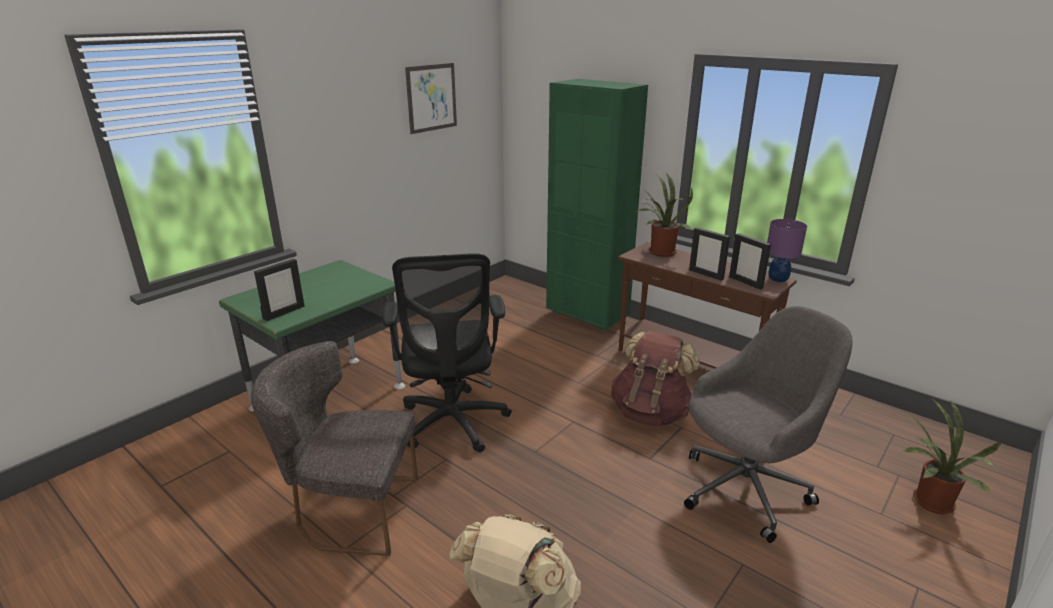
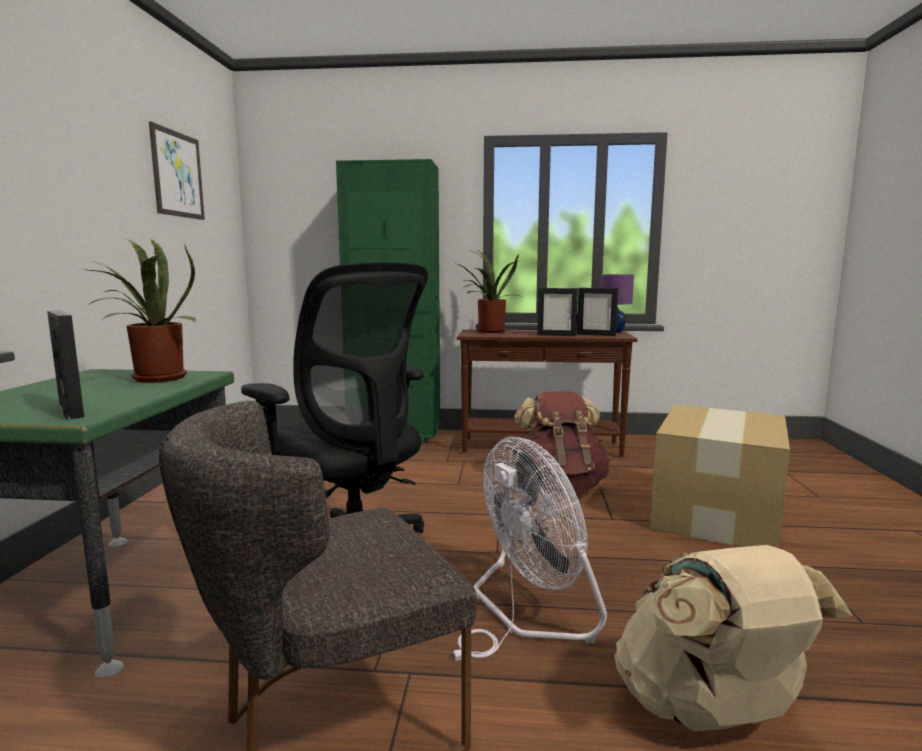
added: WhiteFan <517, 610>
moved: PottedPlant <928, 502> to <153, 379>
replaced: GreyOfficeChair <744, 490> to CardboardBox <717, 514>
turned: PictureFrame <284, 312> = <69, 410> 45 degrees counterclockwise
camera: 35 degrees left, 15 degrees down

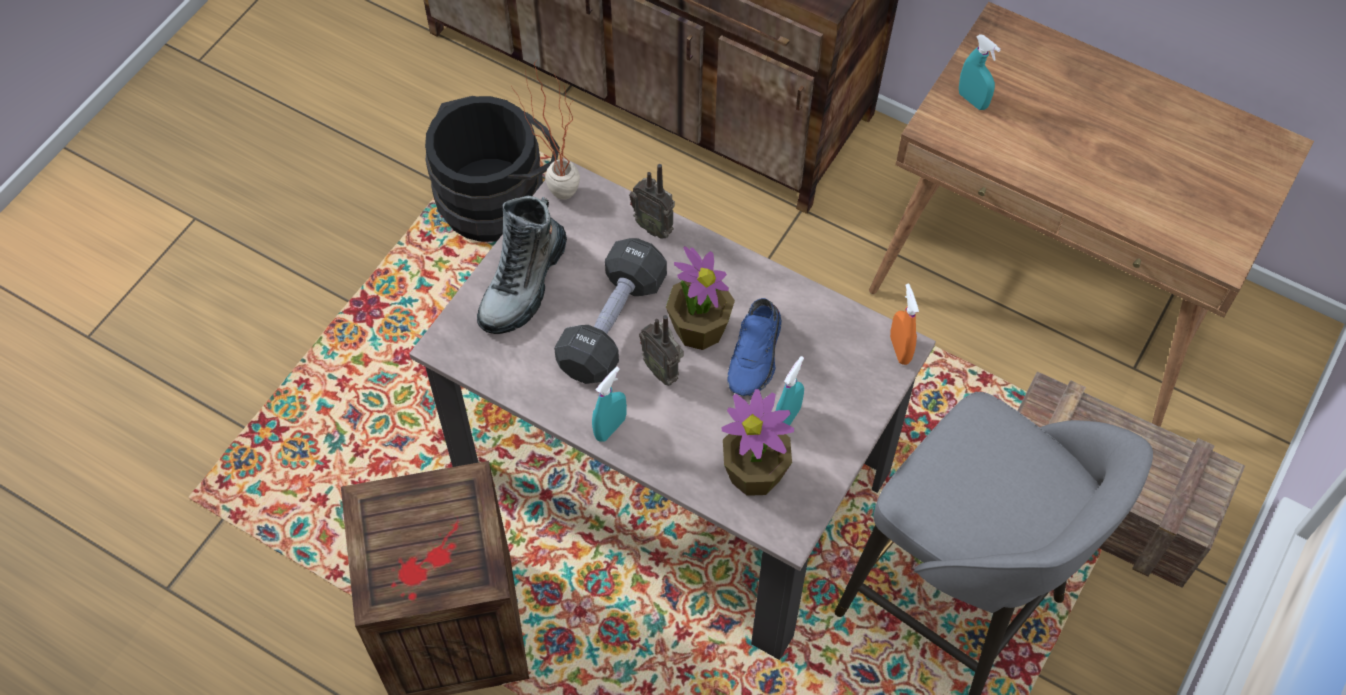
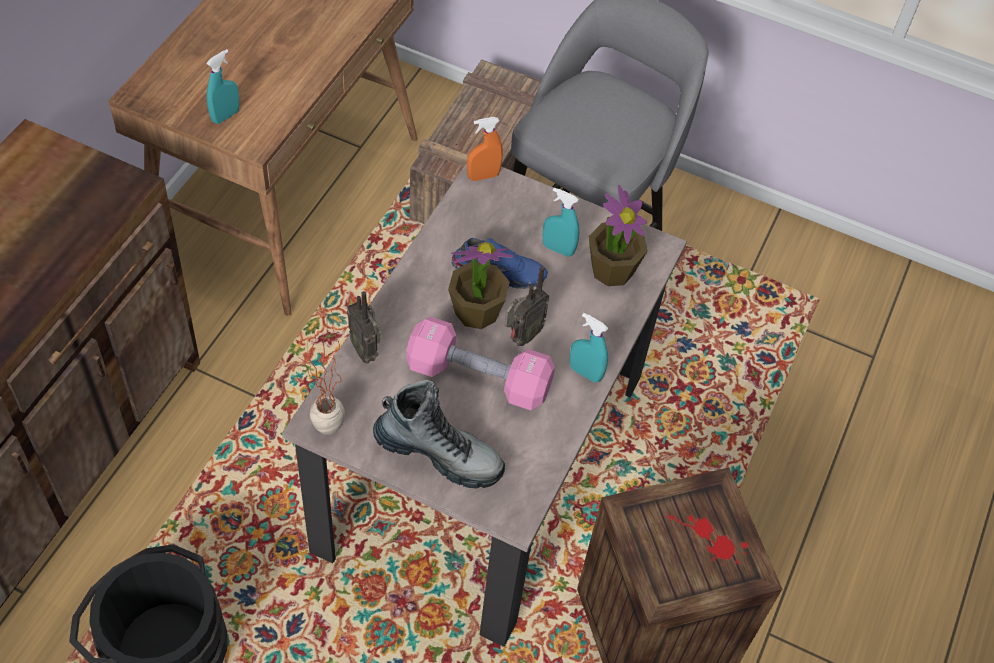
recoloured: BlackDumbbell <612, 325> to PinkDumbbell <478, 377>
turned: Radio <654, 226> = <366, 350> 120 degrees clockwise
camera: 100 degrees left, 5 degrees down

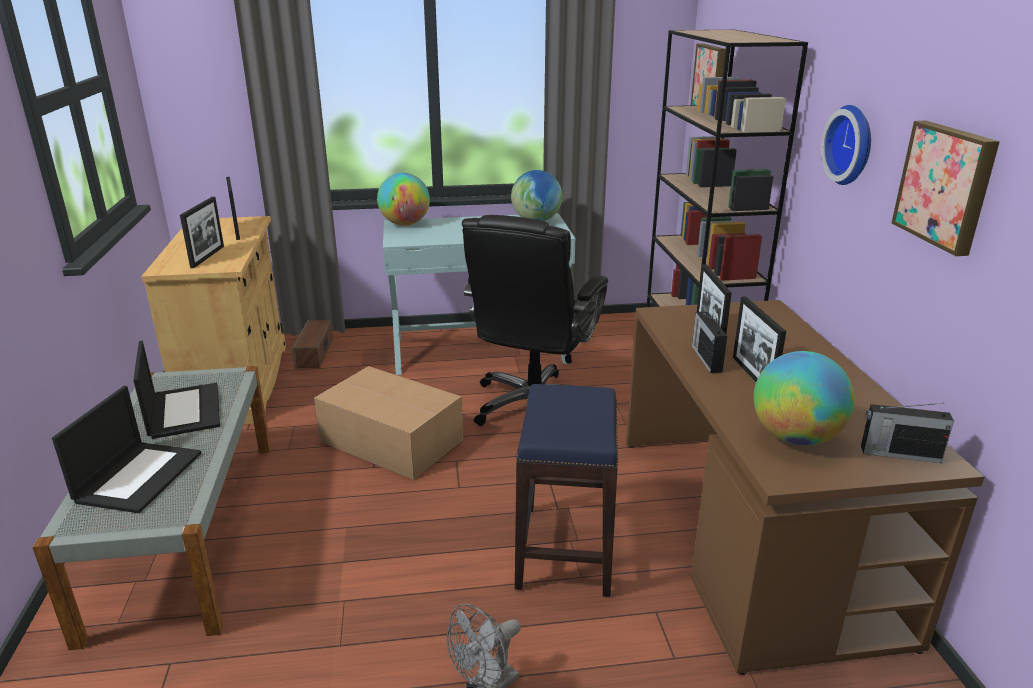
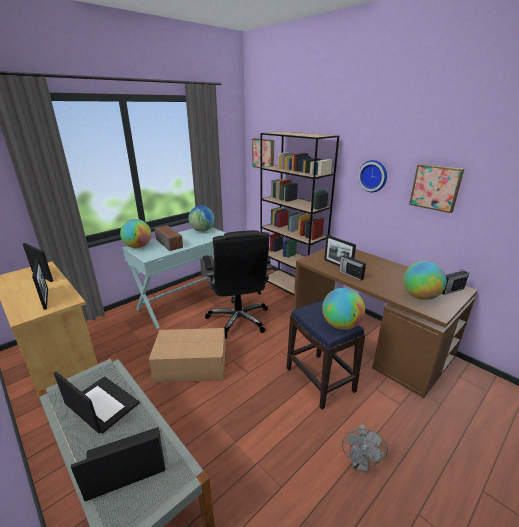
removed: PictureFrame <752, 376>
added: Globe <341, 325>
moved: Speaker <315, 353> to <169, 243>
turned: Laptop <139, 476> = <124, 463> 90 degrees counterclockwise
camera: 35 degrees left, 0 degrees up

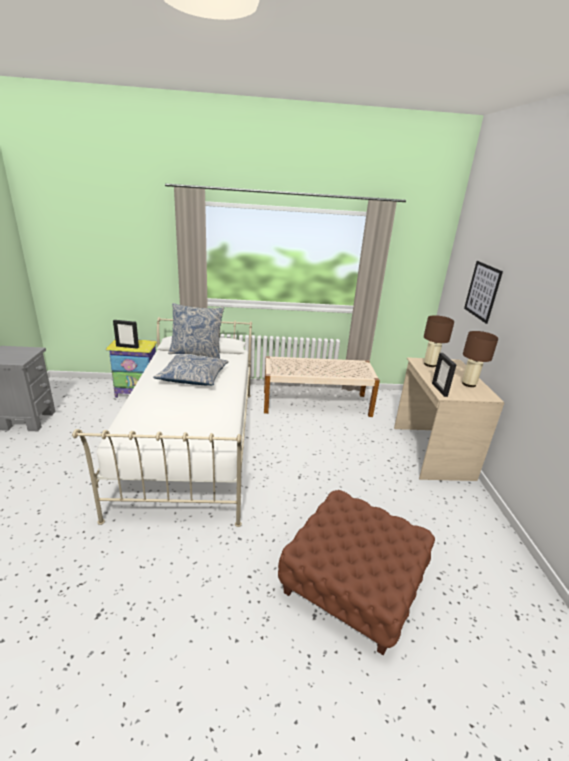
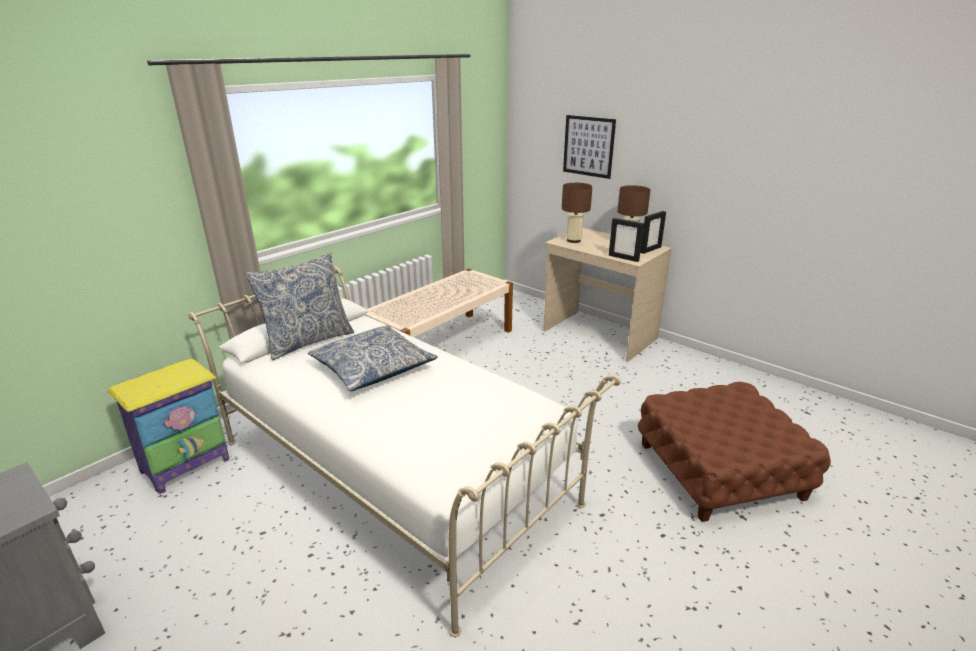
moved: PictureFrame <127, 346> to <650, 249>
camera: 45 degrees left, 0 degrees up

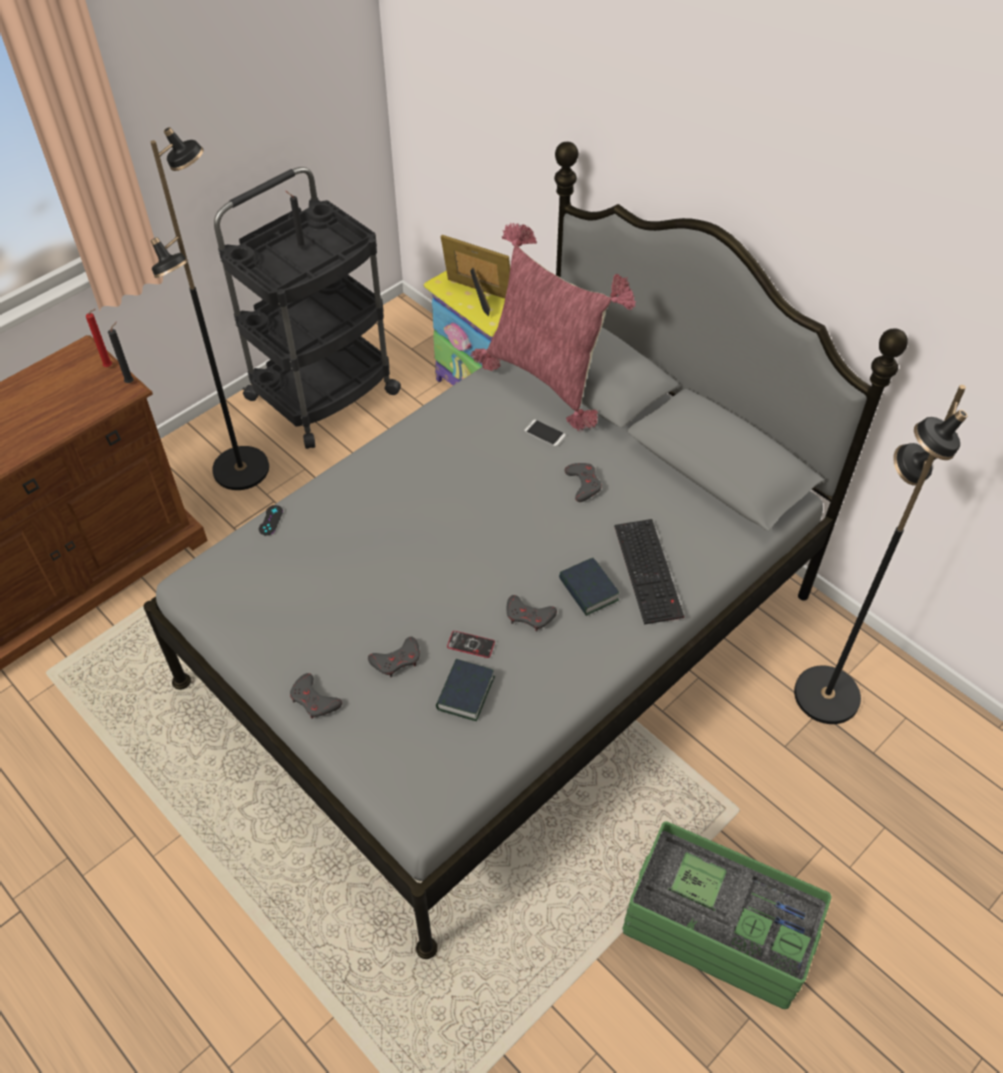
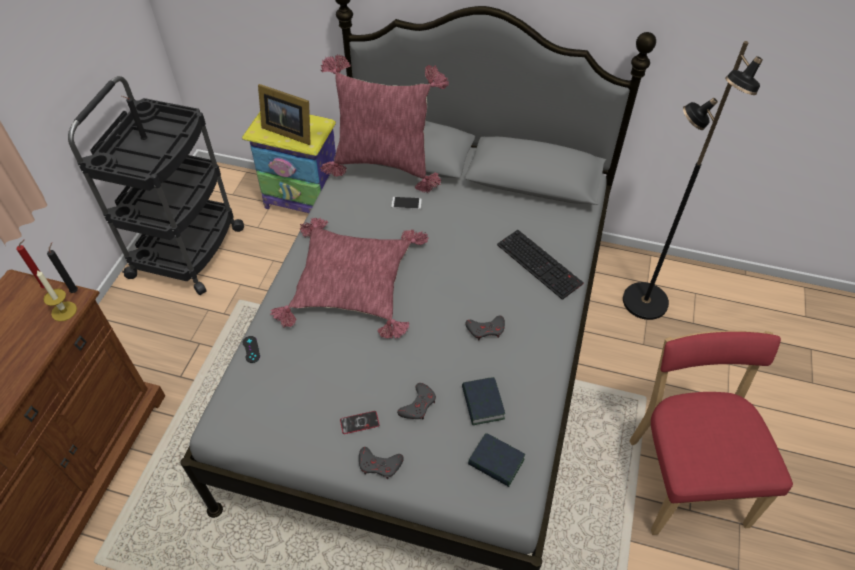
removed: BlackFloorLamp <242, 469>; GreyGameController <583, 484>
added: Candle <64, 311>; RedPillow <352, 280>
moved: Phone <471, 645> to <359, 423>; Book <588, 590> to <496, 462>
replaced: GreenStorageBox <719, 925> to RedChair <684, 476>
turned: PictureFrame <478, 295> = <288, 131> 150 degrees counterclockwise
camera: 30 degrees left, 0 degrees up

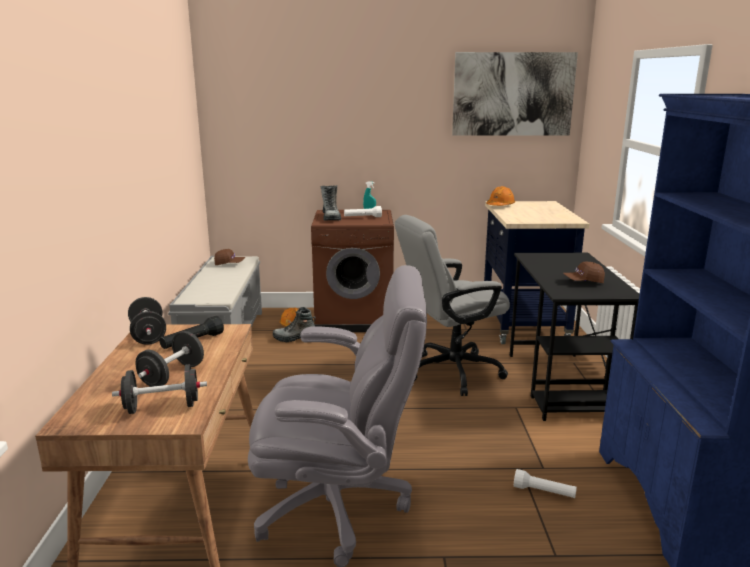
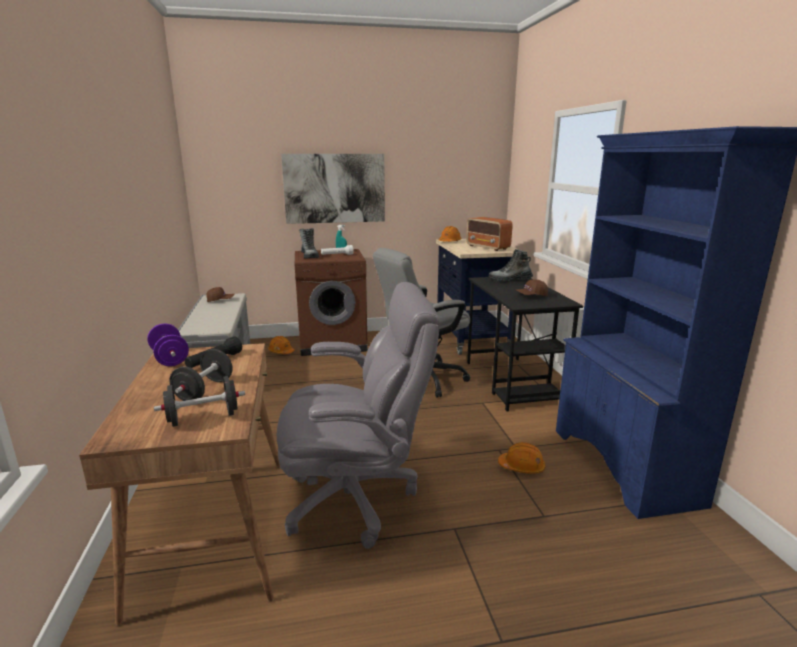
added: Radio <488, 247>
moved: Boot <295, 339> to <510, 280>; Picture <513, 94> to <334, 188>
replaced: WhiteFlashlight <544, 492> to OrangeHardHat <522, 467>
recoloured: BlackDumbbell <148, 335> to PurpleDumbbell <170, 358>
camera: 10 degrees left, 0 degrees up

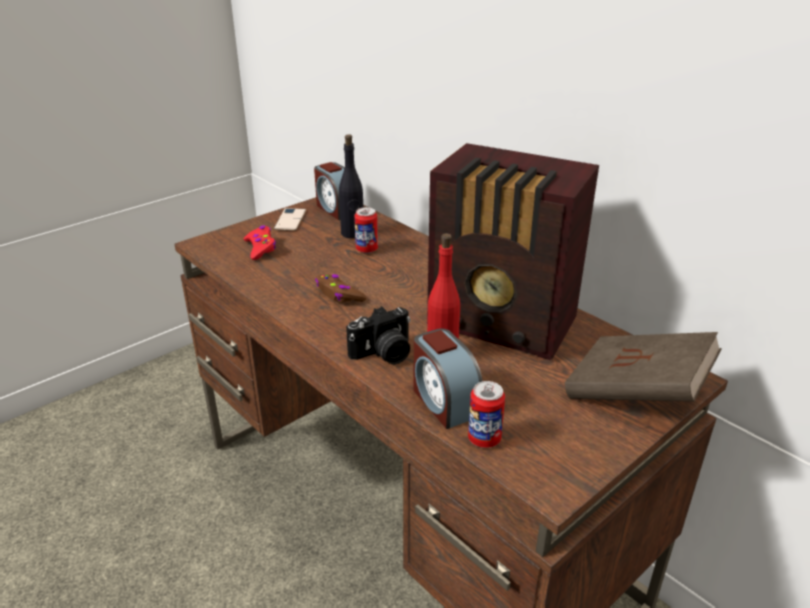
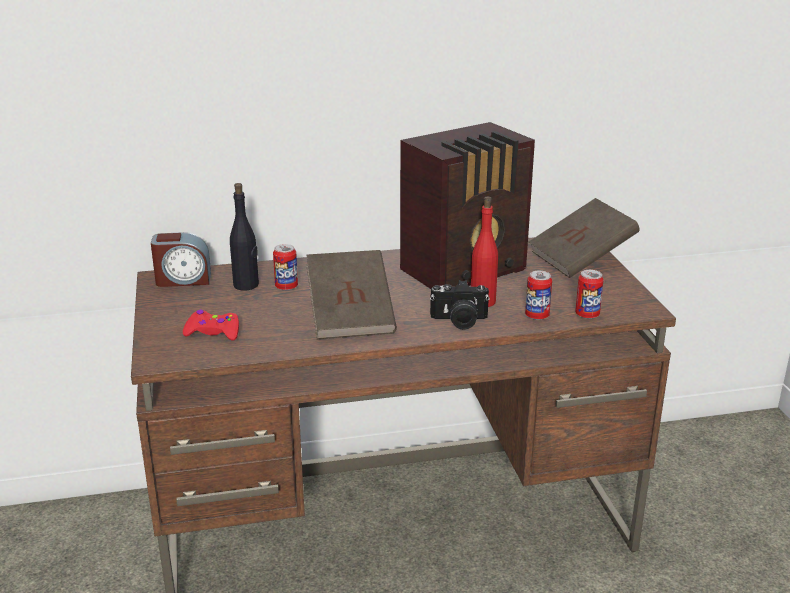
removed: Phone <290, 220>
replaced: BrownGameController <339, 295> to BrownBook <351, 317>; AlarmClock <444, 401> to Can <537, 316>
turned: PhotoCamera <383, 354> = <459, 321> 90 degrees clockwise
camera: 60 degrees left, 5 degrees down

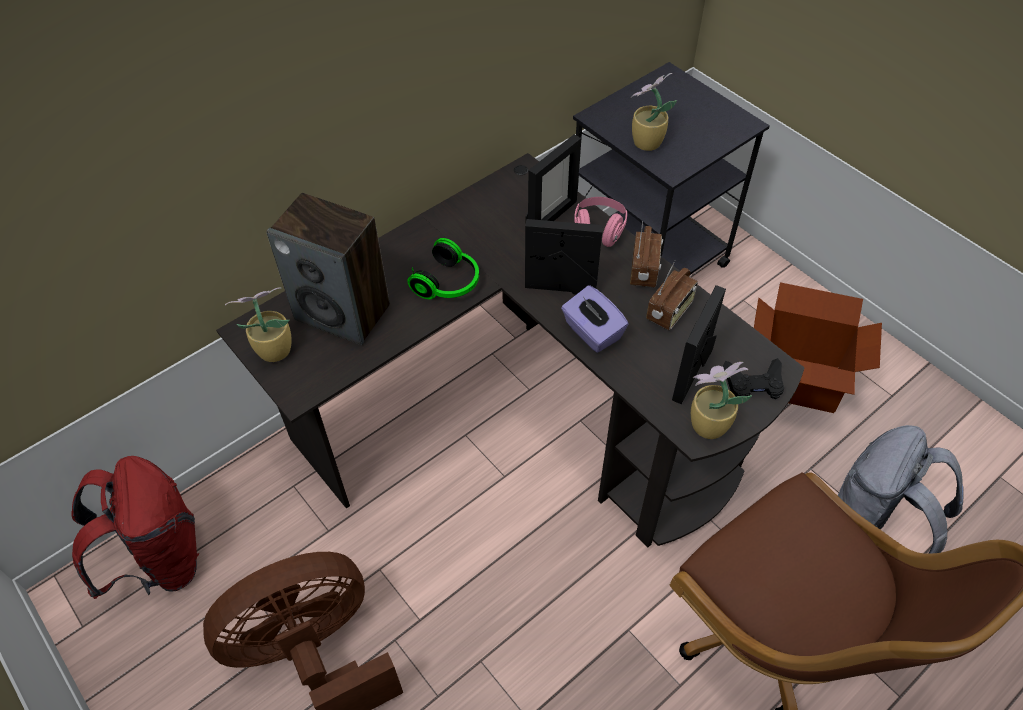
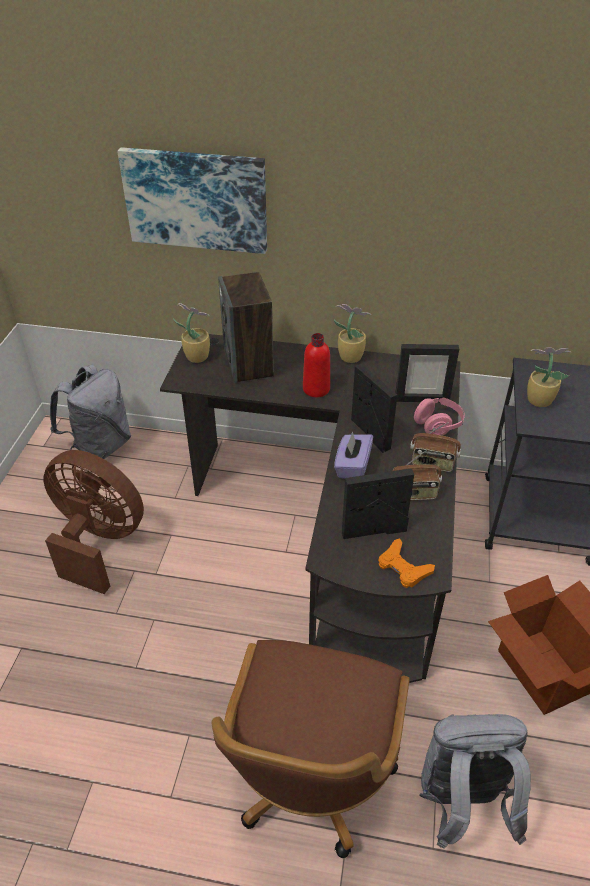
added: Picture <196, 199>
moved: PottedPlant <706, 425> to <349, 356>
replaced: Headphones <449, 283> to RedBottle <316, 389>
recoloured: RedBackpack <161, 560> to GreyBackpack <100, 447>; BlackGameController <753, 383> to OrangeGameController <403, 568>
turned: Radio <644, 271> = <432, 463> 45 degrees clockwise
camera: 50 degrees right, 10 degrees down

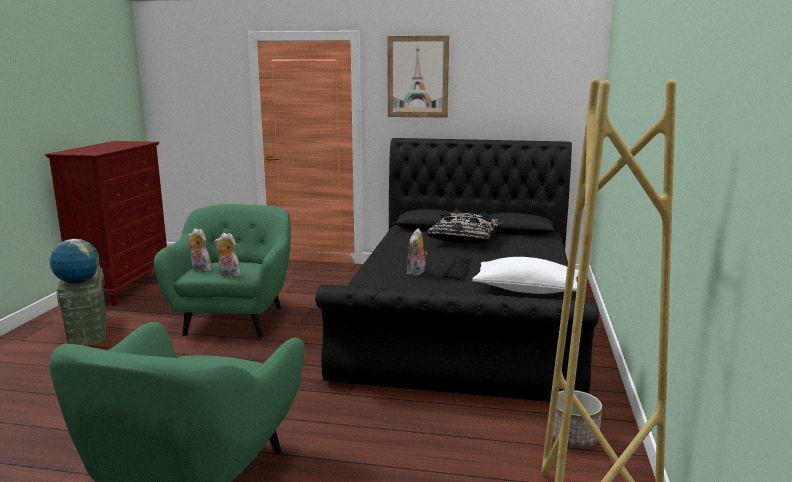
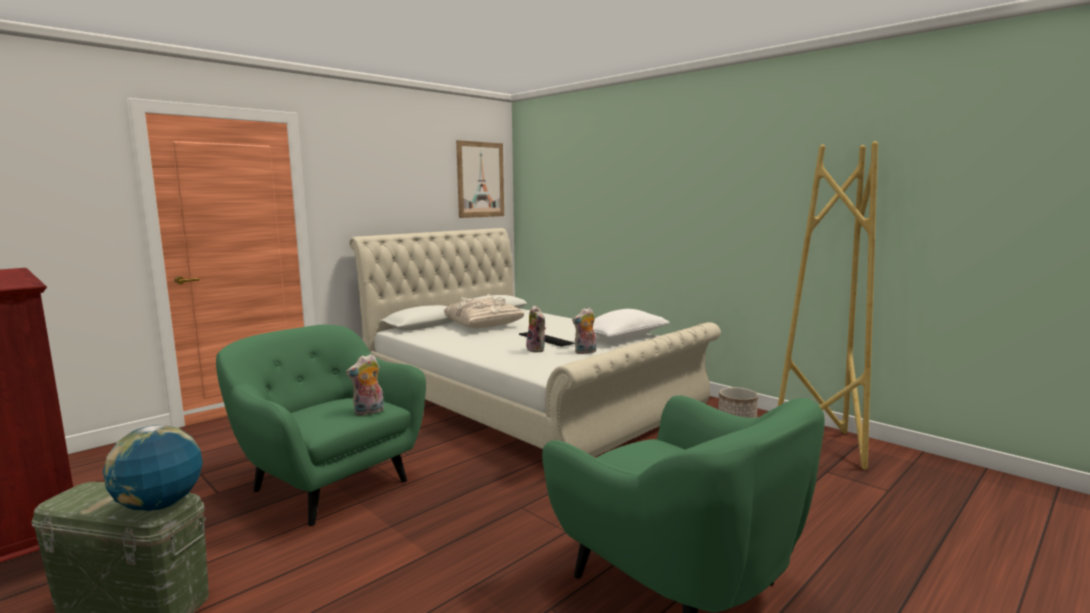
moved: PlushToy <199, 269> to <585, 352>; Picture <417, 77> to <480, 179>
recoloured: BlackBed <464, 322> to BeigeBed <526, 397>; BlackPillow <464, 241> to BeigePillow <483, 326>
camera: 55 degrees left, 5 degrees down

